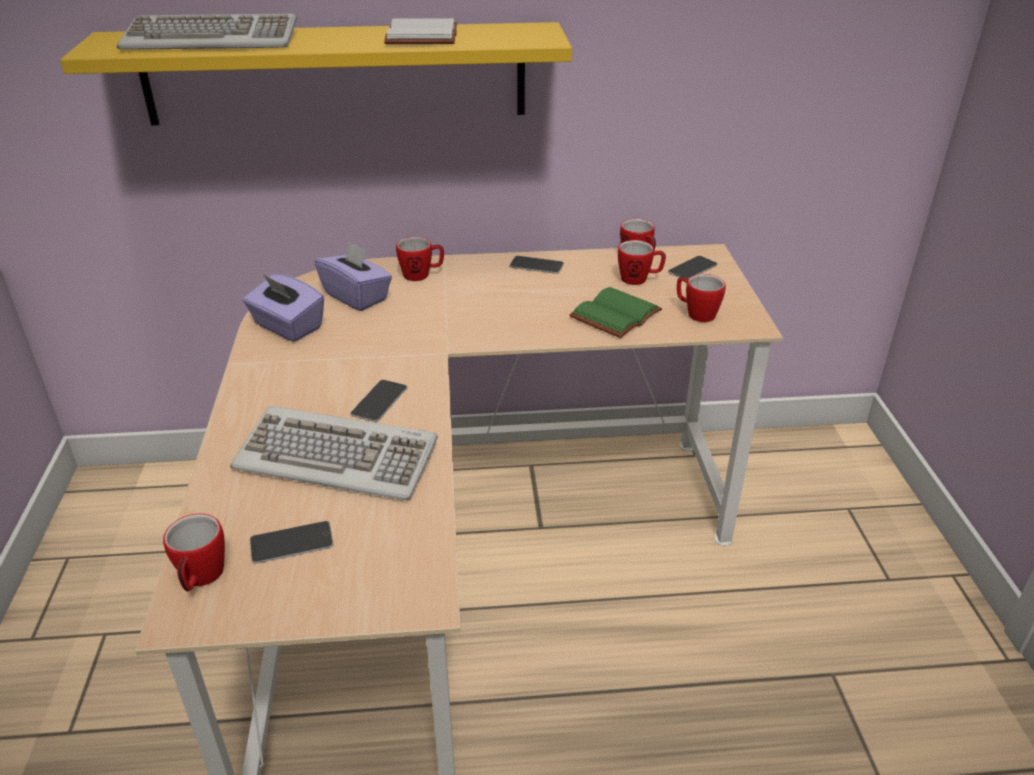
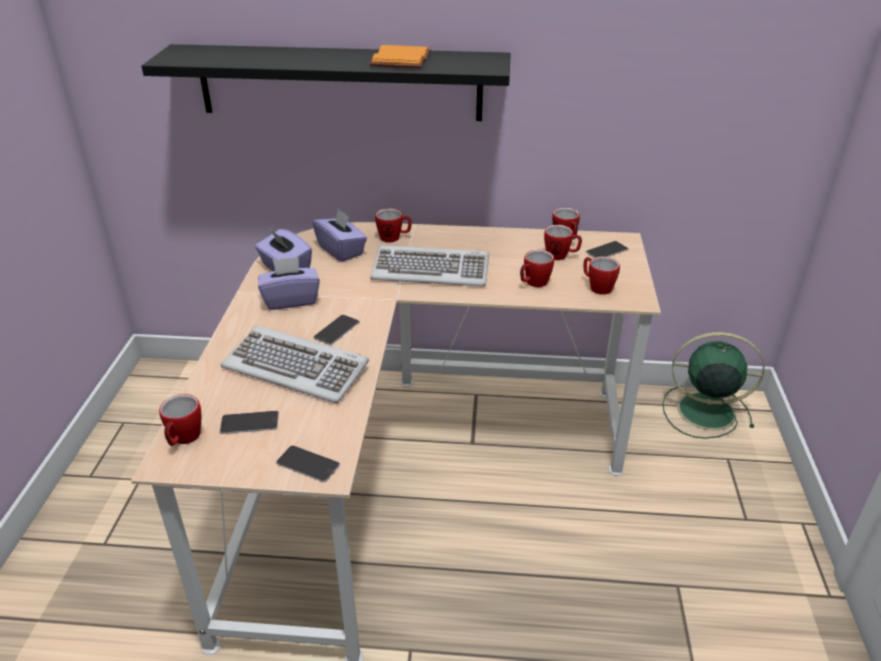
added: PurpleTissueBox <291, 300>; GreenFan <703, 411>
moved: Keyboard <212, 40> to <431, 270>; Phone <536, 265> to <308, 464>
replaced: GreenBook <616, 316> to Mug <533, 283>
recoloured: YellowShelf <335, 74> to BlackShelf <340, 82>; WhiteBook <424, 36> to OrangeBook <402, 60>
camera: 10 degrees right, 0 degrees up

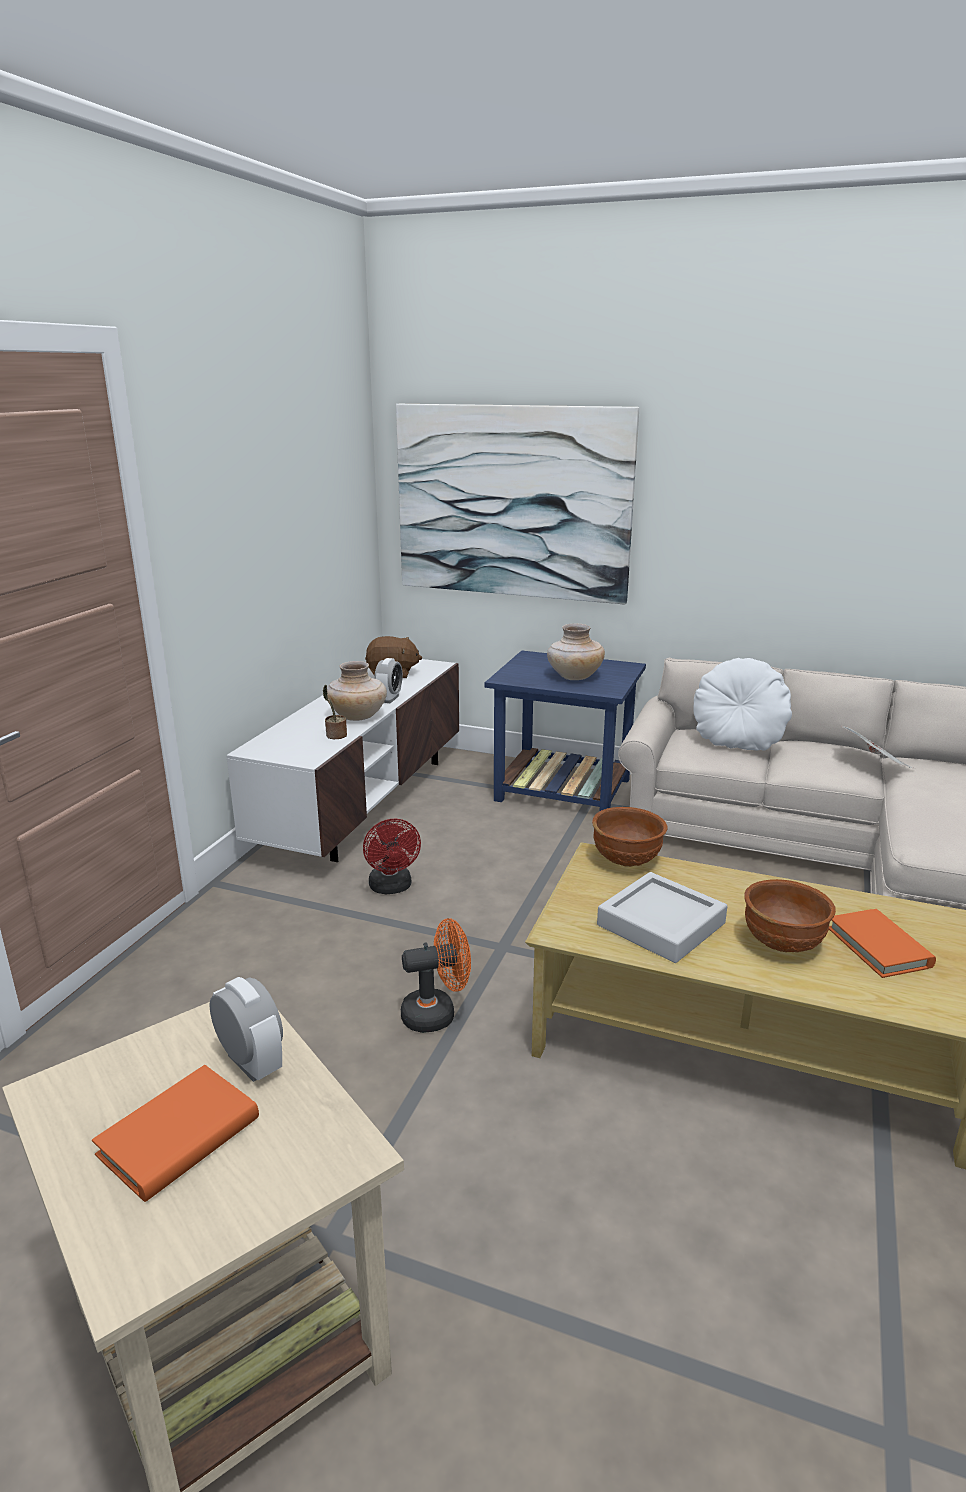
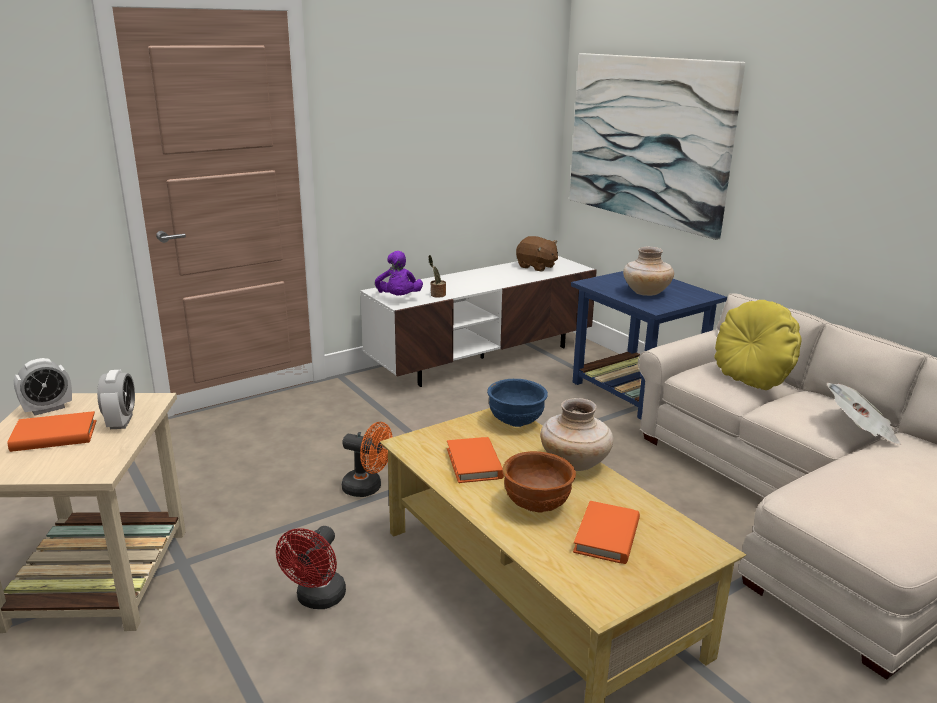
added: PurplePlushToy <399, 298>
moved: BeigeVase <357, 717> to <574, 463>; RedFan <392, 888> to <317, 600>; AlarmClock <389, 699> to <48, 409>
replaced: GreyTray <661, 924> to OrangeBook <474, 463>
recoloured: BrownBowl <627, 861> to BlueBowl <516, 423>; WhitePillow <737, 744> to YellowPillow <751, 380>
camera: 35 degrees right, 0 degrees up

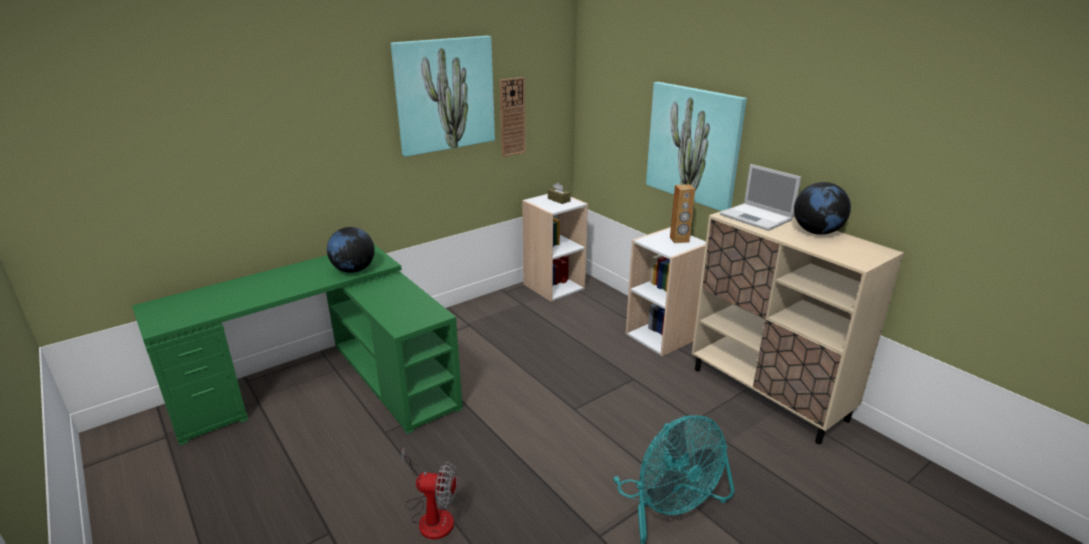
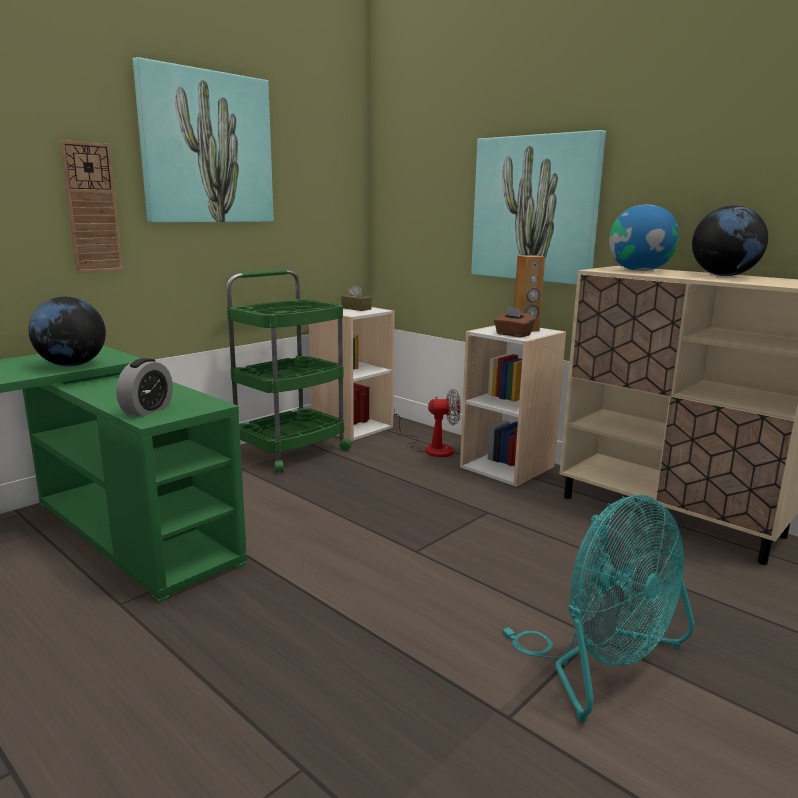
added: AlarmClock <147, 410>; GreenCart <291, 451>; BrownTissueBox <513, 334>
moved: Fan <431, 515> to <431, 448>; WallClock <512, 117> to <92, 208>
replaced: Laptop <757, 217> to Globe <639, 270>
camera: 10 degrees left, 10 degrees down

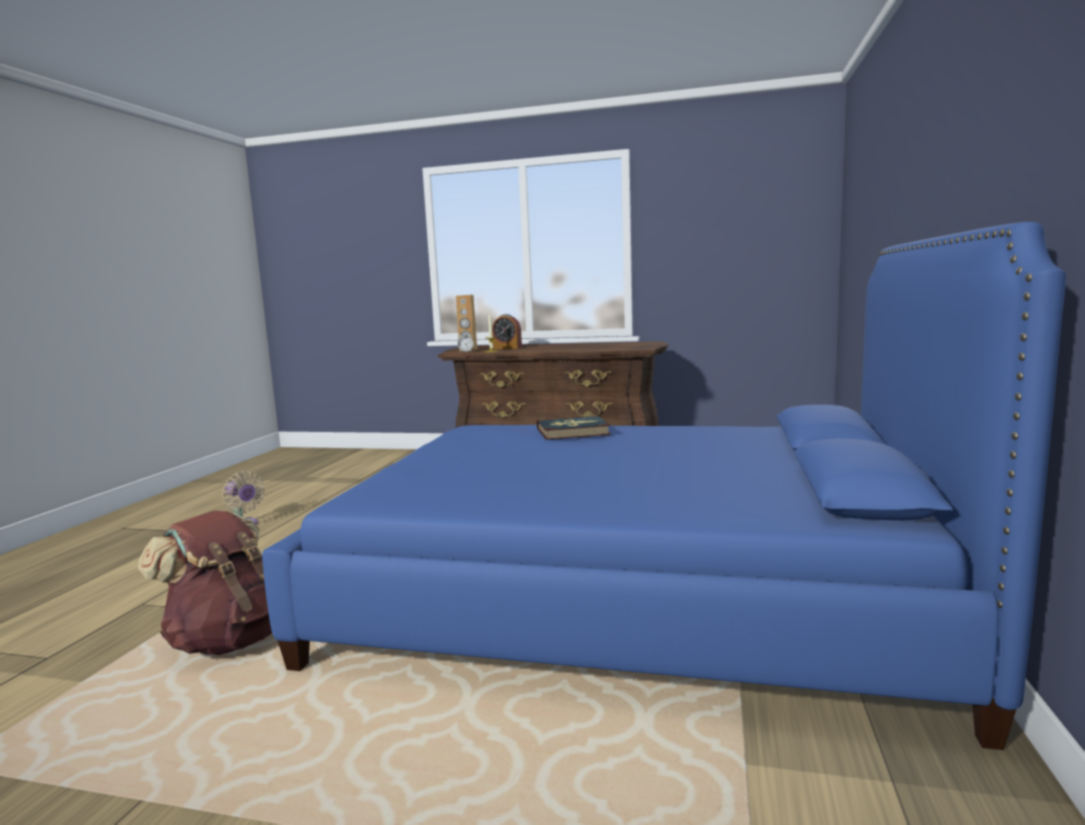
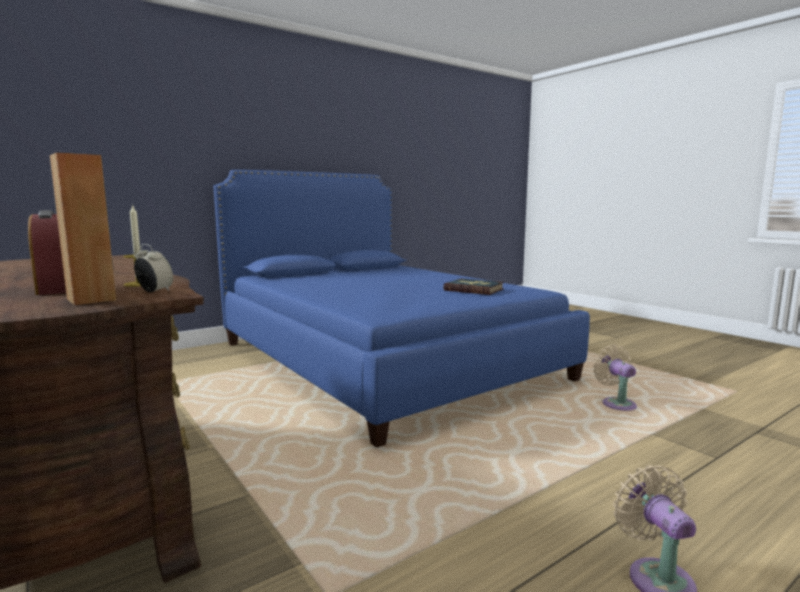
moved: Book <572, 431> to <474, 289>
replaced: BrownBackpack <231, 640> to BeigeFan <616, 403>
camera: 140 degrees left, 0 degrees up

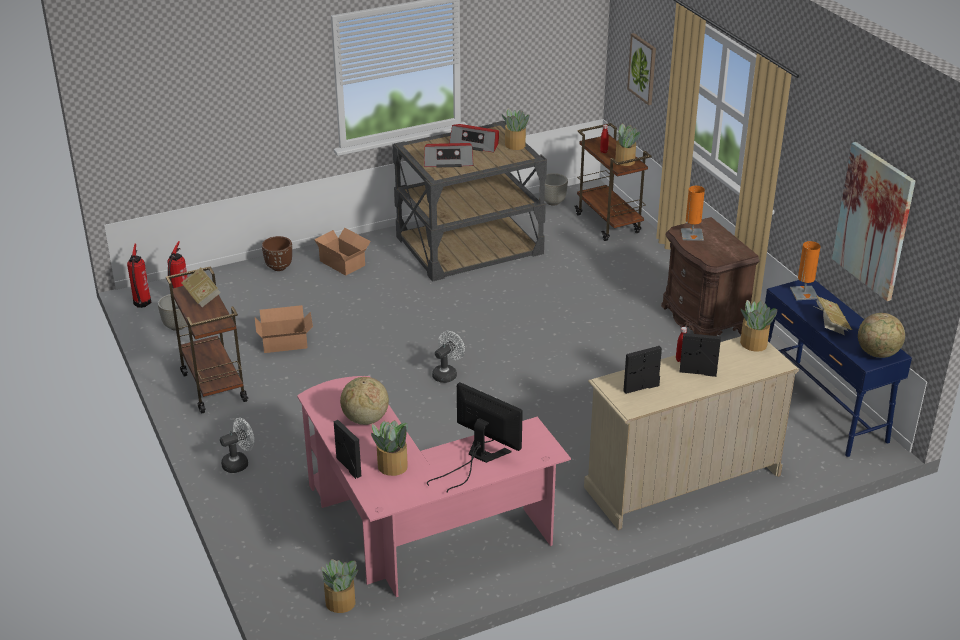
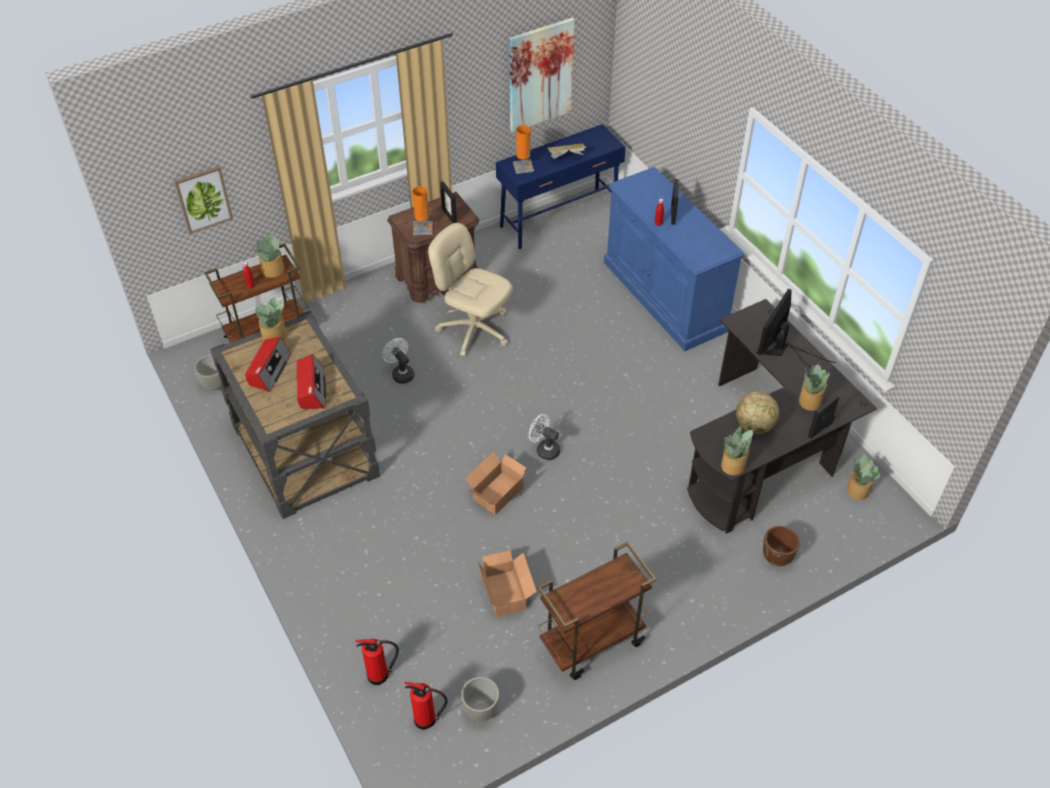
removed: Book <202, 296>; Globe <877, 353>
added: BeigeOfficeChair <474, 329>
moved: FireExtinguisher <141, 303> to <380, 675>; WhiteFan <239, 463> to <401, 373>; BrownPlanter <278, 267> to <777, 557>; CardboardBox <343, 262> to <496, 493>; PictureFrame <641, 388> to <449, 215>; PottedPlant <754, 344> to <734, 465>
recoloured: PinkDesk <415, 532> to BlackDesk <765, 451>; BeigeCabinet <681, 481> to BlueCabinet <664, 297>
camera: 95 degrees left, 15 degrees up

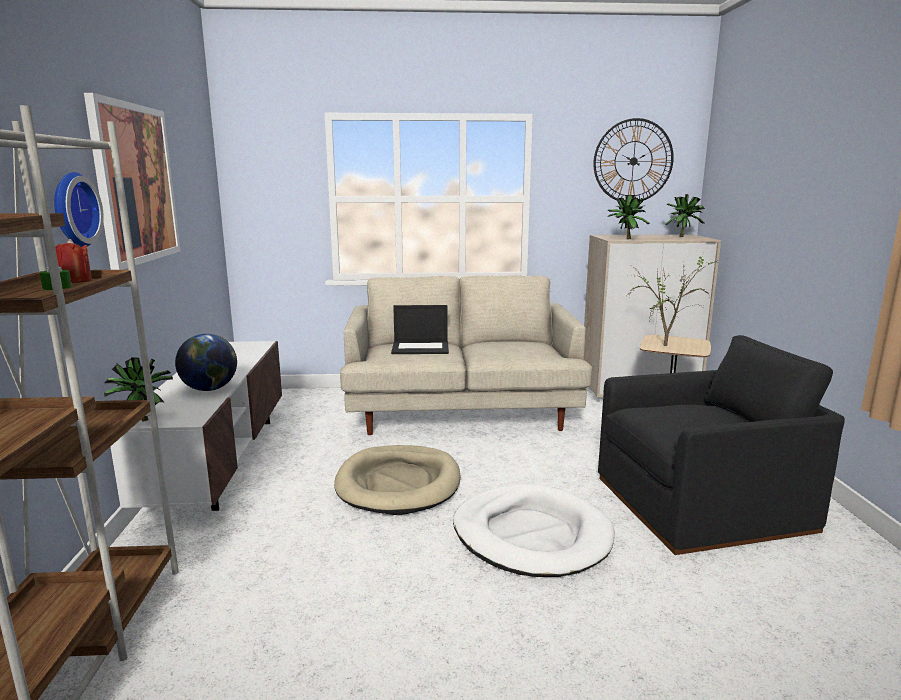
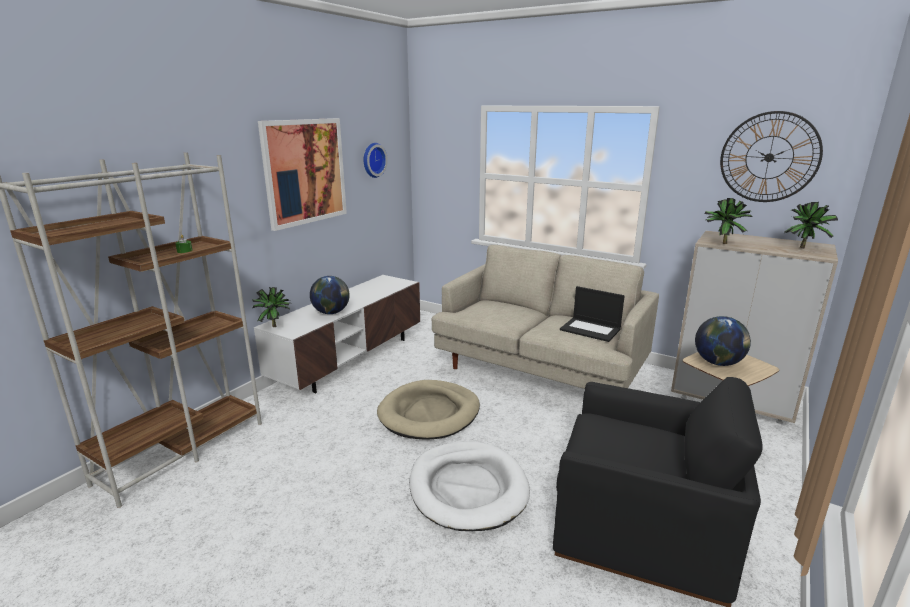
removed: RedCandle <76, 281>
moved: WallClock <72, 210> to <372, 160>; Laptop <421, 348> to <591, 329>
replaced: PottedPlant <667, 345> to Globe <718, 363>
camera: 35 degrees right, 5 degrees up

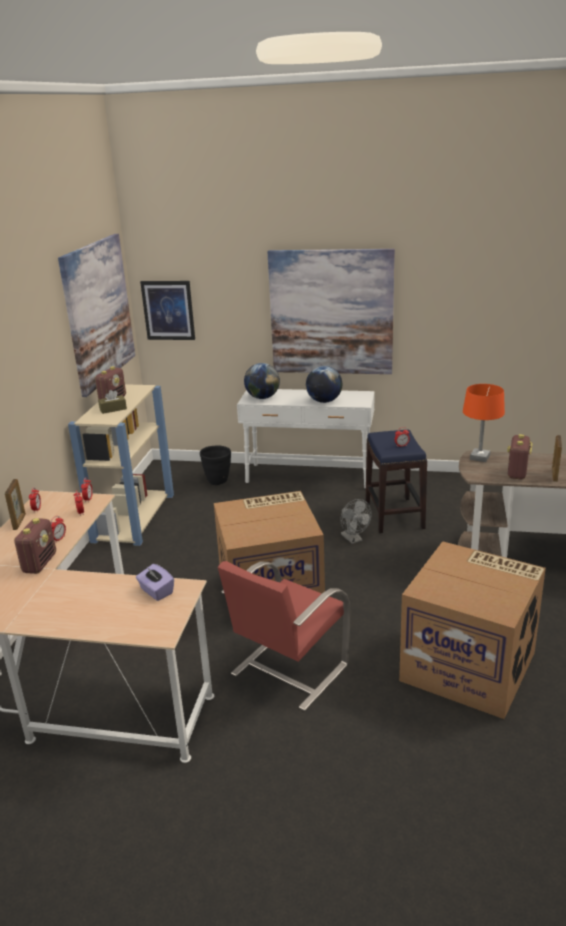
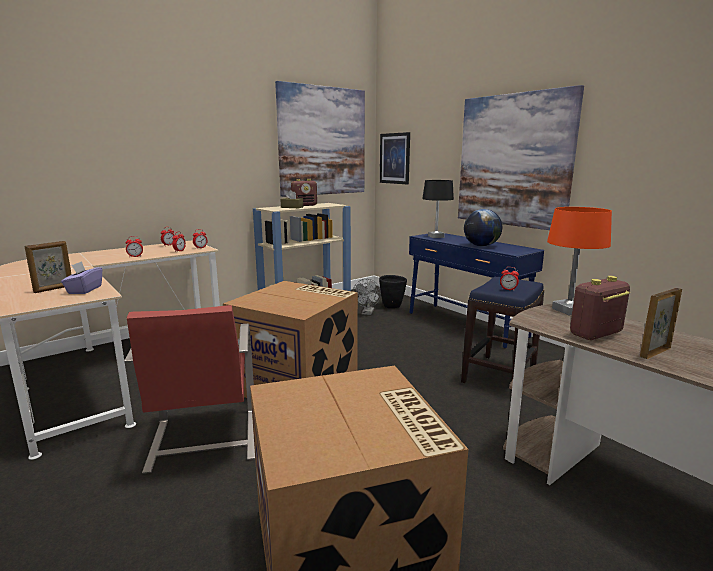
removed: Radio <39, 563>
moved: PictureFrame <19, 522> to <54, 289>; GreyFan <354, 539> to <367, 313>
replaced: Globe <262, 397> to BlackTableLamp <436, 236>
recoloured: WhiteConsoleTable <308, 477> to BlueConsoleTable <465, 325>
turned: RedChair <287, 670> = <203, 441> 90 degrees counterclockwise
camera: 40 degrees right, 10 degrees down

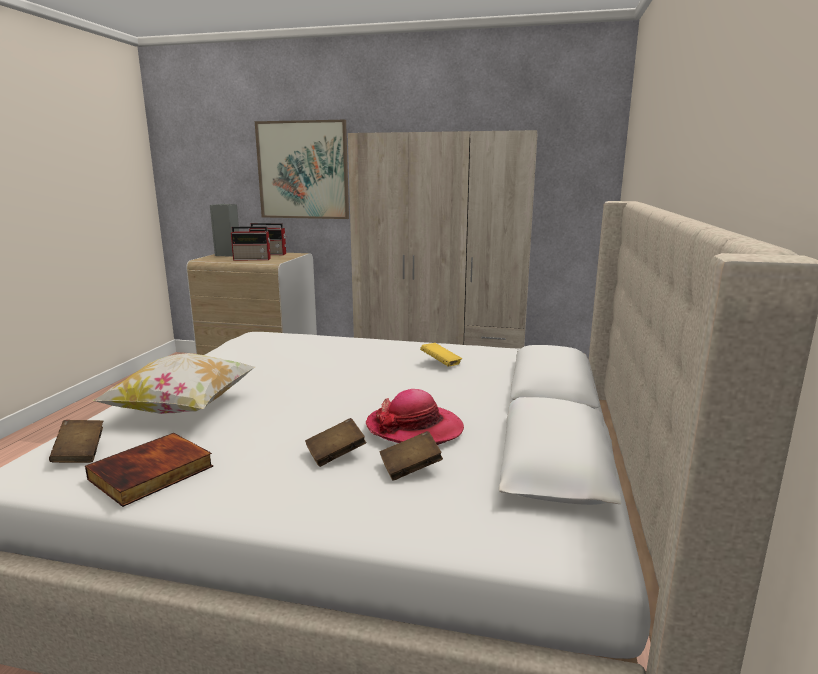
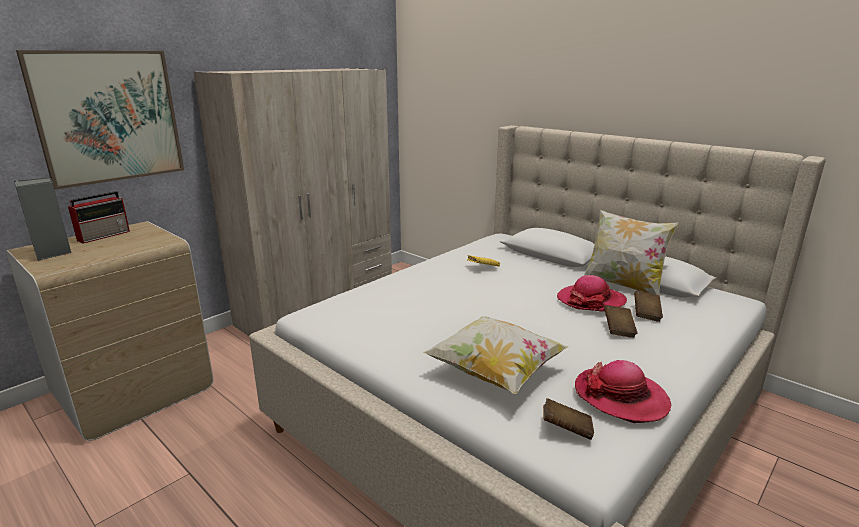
removed: Radio <253, 259>
added: Pillow <623, 285>
replaced: Book <152, 474> to Hat <621, 397>
camera: 60 degrees left, 5 degrees up

